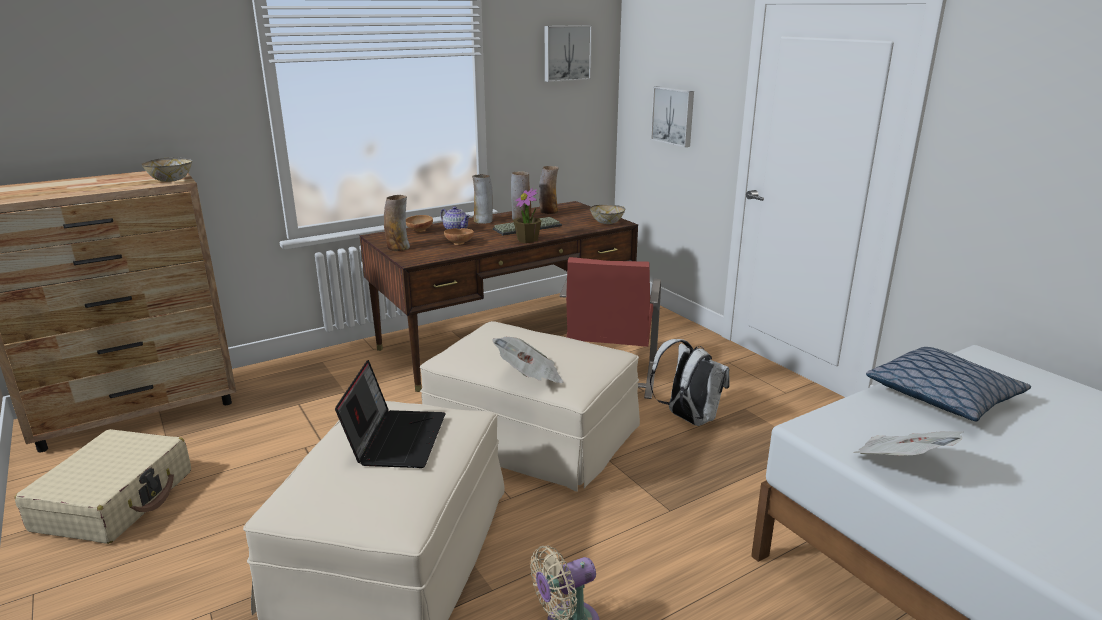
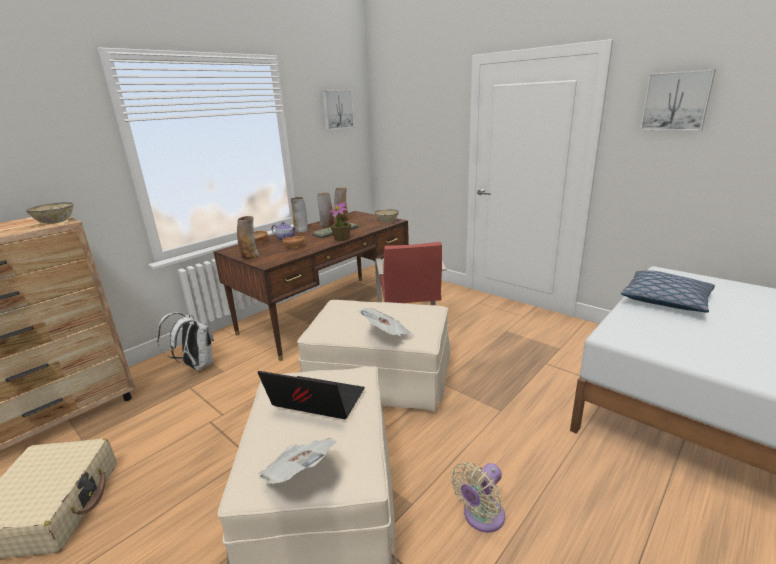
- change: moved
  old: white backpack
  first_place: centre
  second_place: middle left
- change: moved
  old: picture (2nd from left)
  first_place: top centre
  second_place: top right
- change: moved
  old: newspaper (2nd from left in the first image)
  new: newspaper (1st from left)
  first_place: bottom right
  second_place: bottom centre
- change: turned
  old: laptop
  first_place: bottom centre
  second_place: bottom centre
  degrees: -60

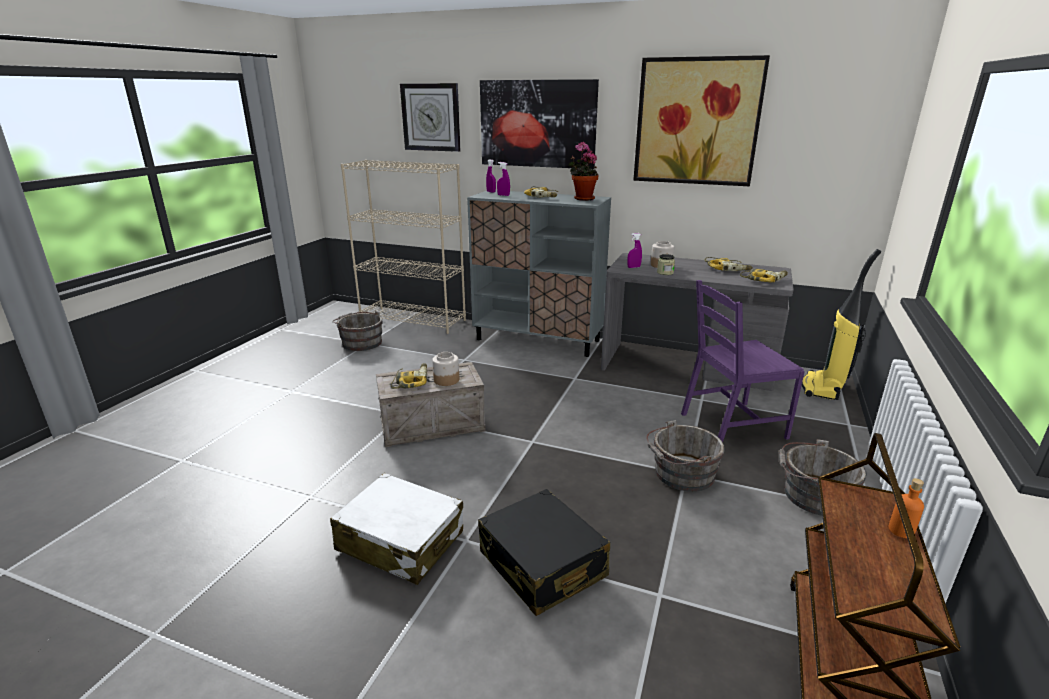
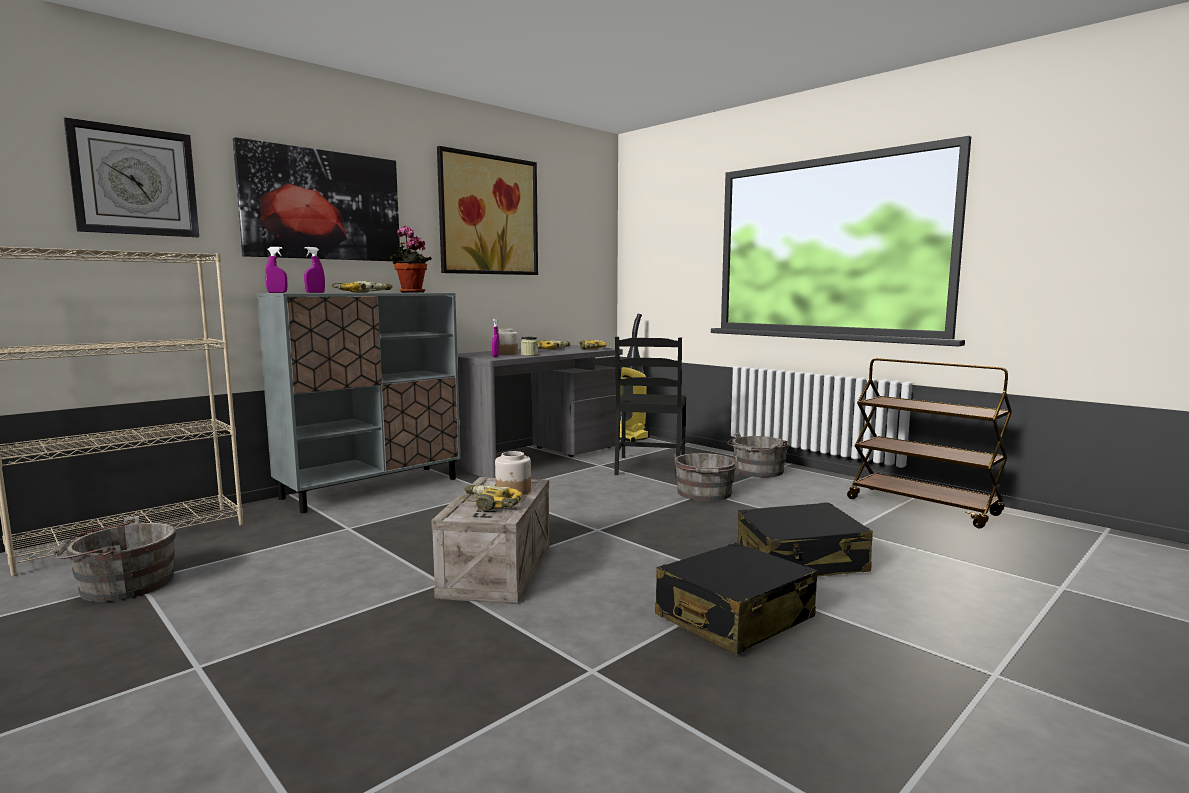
- change: removed
  old: orange bottle
  first_place: bottom right
- change: recoloured
  old: white suitcase
  new: black suitcase (1st from left)
  first_place: bottom centre
  second_place: bottom centre
- change: recoloured
  old: purple chair
  new: black chair
  first_place: middle right
  second_place: centre

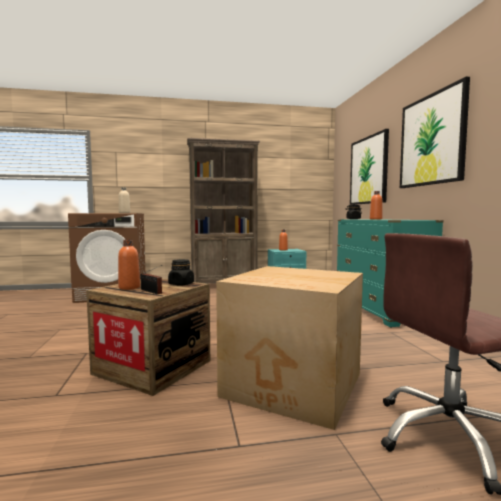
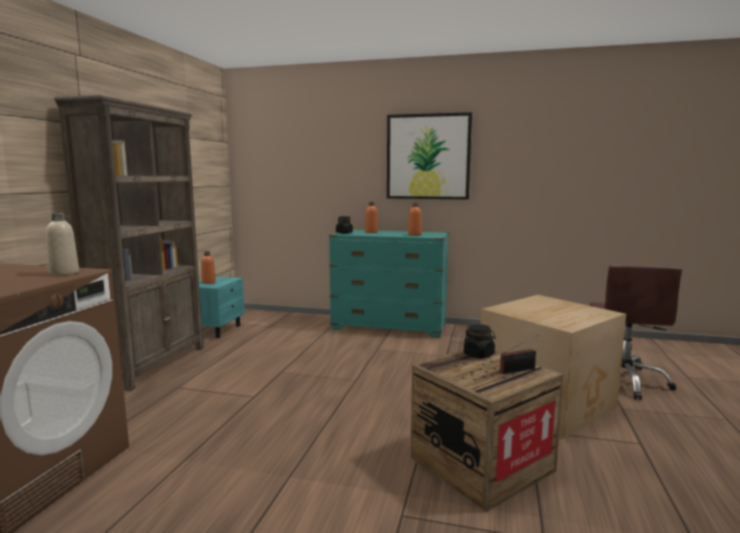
- change: removed
  old: picture (1st from left)
  first_place: middle right
- change: moved
  old: orange bottle (1st from left in the first image)
  new: orange bottle (3rd from left)
  first_place: middle left
  second_place: centre

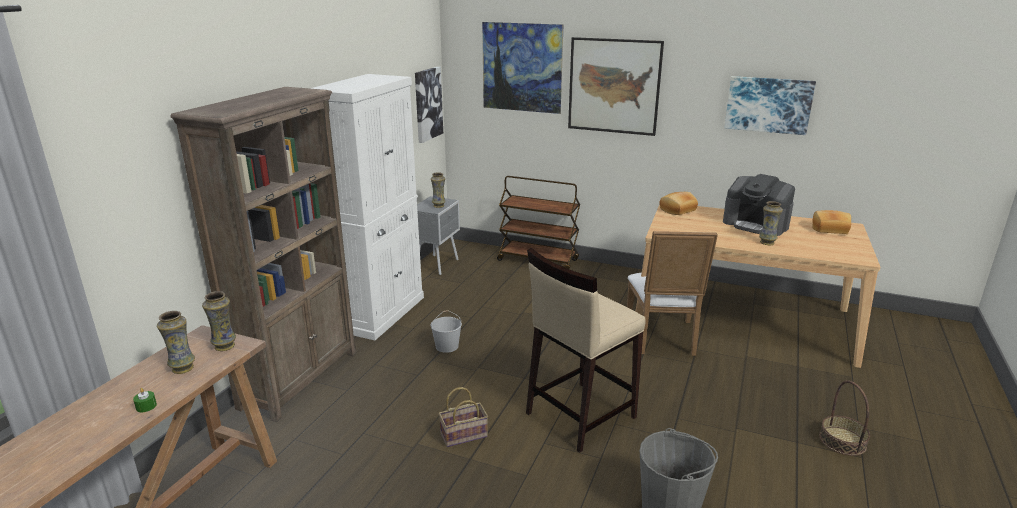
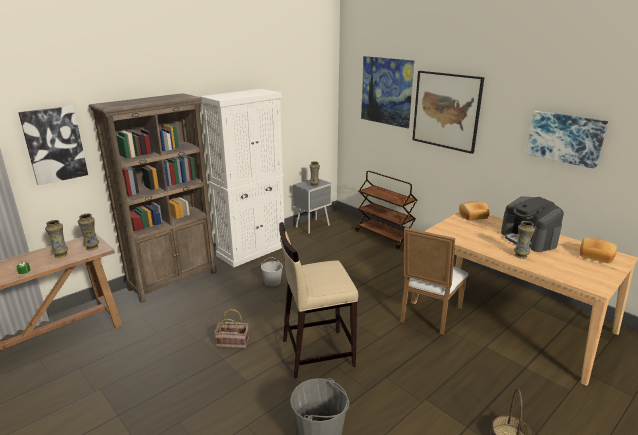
- change: moved
  old: picture (1st from left)
  first_place: top centre
  second_place: middle left

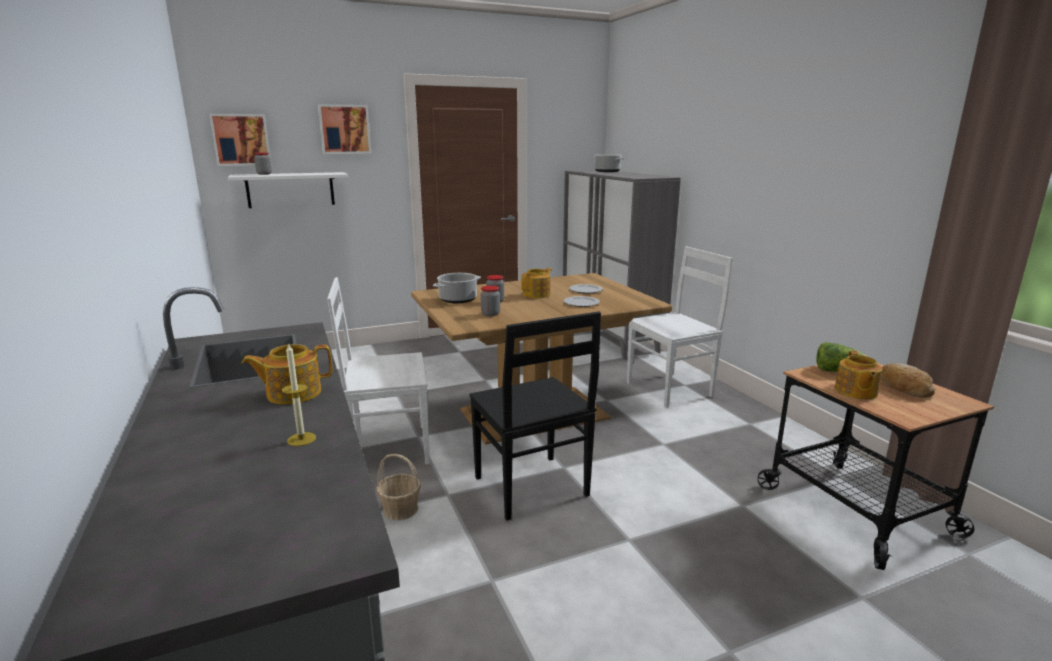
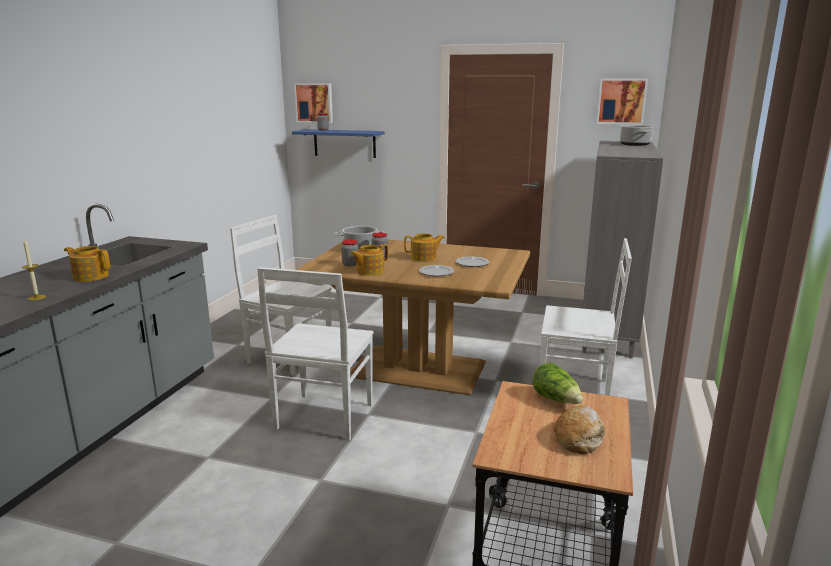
- change: removed
  old: basket
  first_place: bottom centre
- change: moved
  old: picture (2nd from left)
  first_place: top left
  second_place: top right
- change: moved
  old: teapot (3rd from left in the first image)
  new: teapot (2nd from left)
  first_place: middle right
  second_place: centre
- change: recoloured
  old: white shelf
  new: blue shelf
  first_place: top left
  second_place: top centre
- change: recoloured
  old: black chair
  new: white chair (2nd from left)
  first_place: centre
  second_place: centre

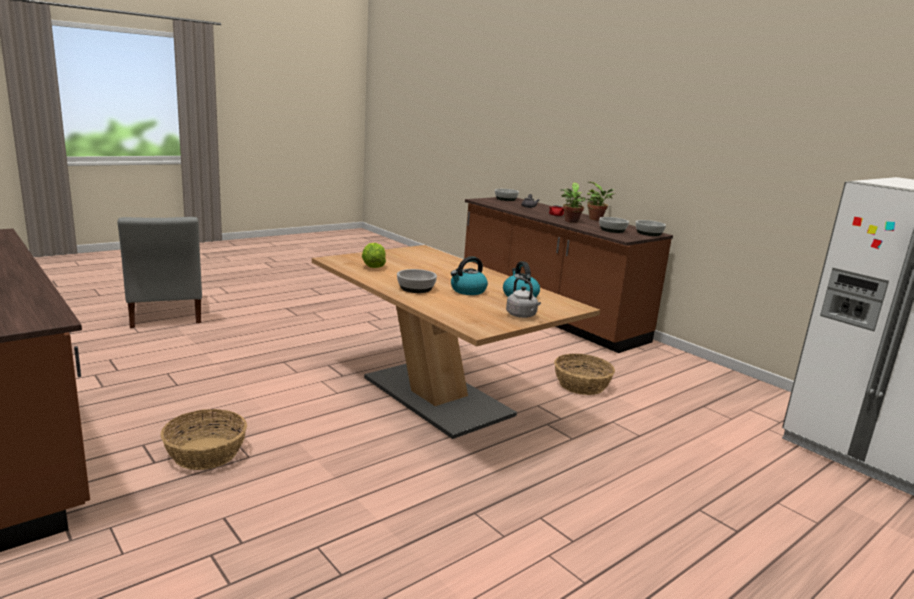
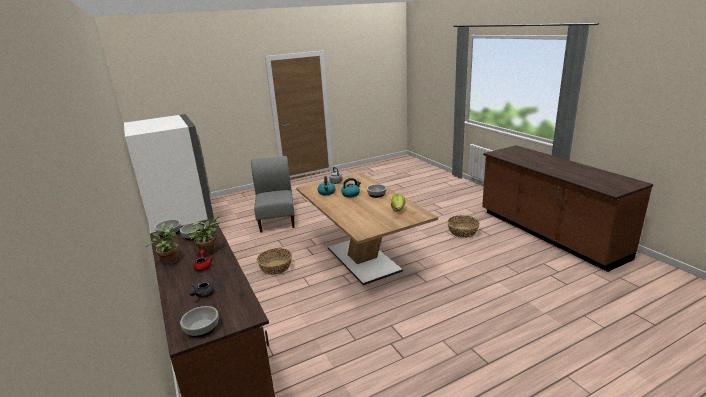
- change: moved
  old: grey chair
  first_place: middle left
  second_place: centre

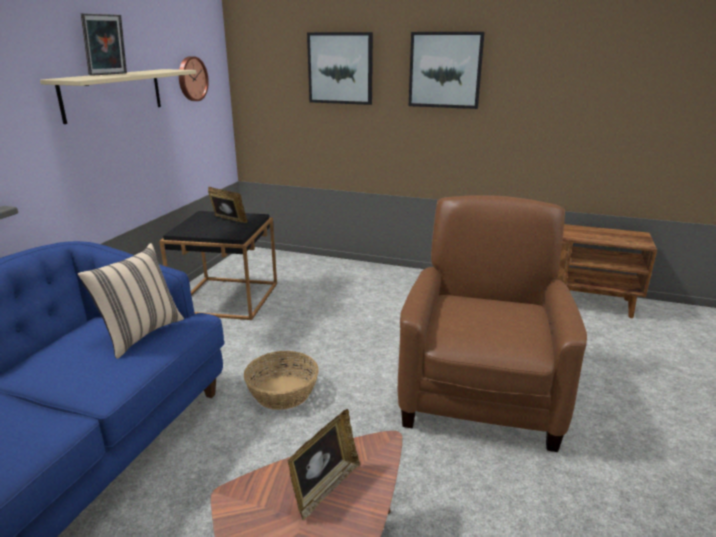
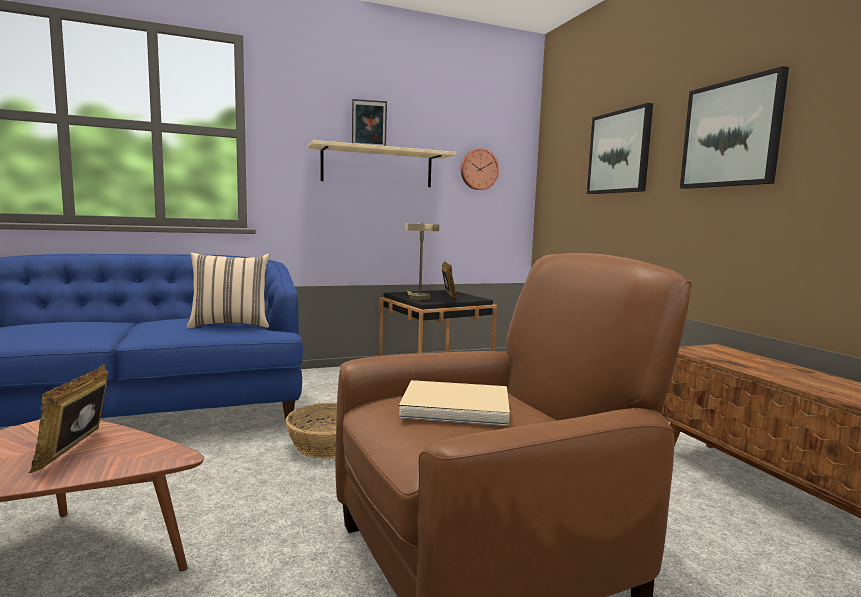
- change: added
  new: beige book
  second_place: bottom centre
- change: added
  new: beige table lamp
  second_place: centre
- change: turned
  old: picture frame (3rd from left in the first image)
  first_place: bottom centre
  second_place: bottom left
  degrees: 90

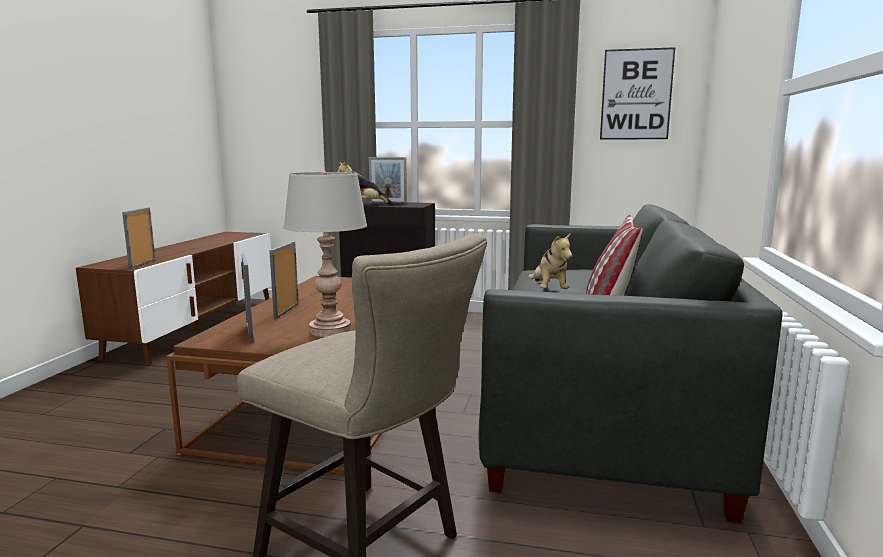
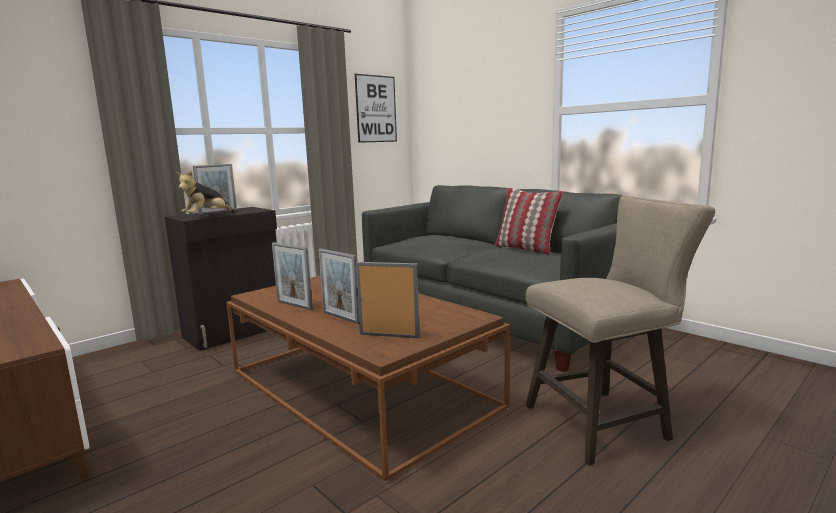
- change: removed
  old: grey table lamp
  first_place: centre
- change: removed
  old: plush toy (2nd from left)
  first_place: centre
- change: moved
  old: picture frame (1st from left in the first image)
  new: picture frame (2nd from left)
  first_place: middle left
  second_place: centre

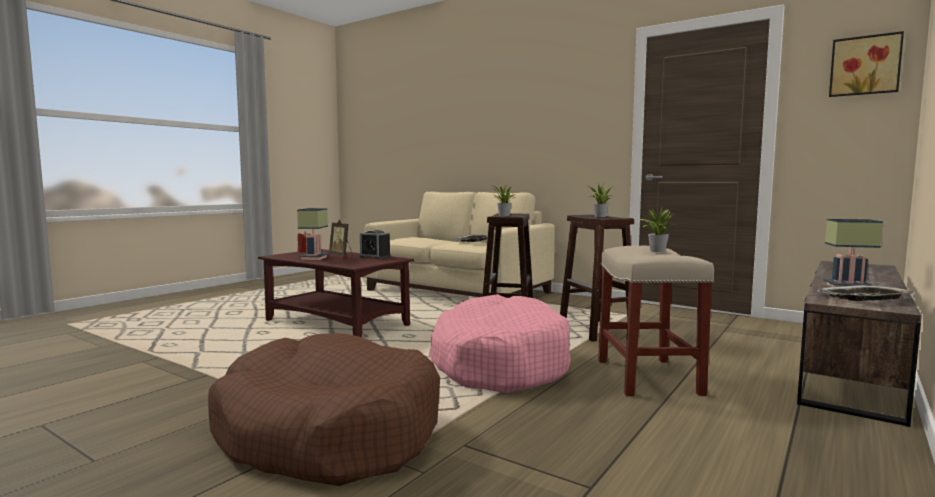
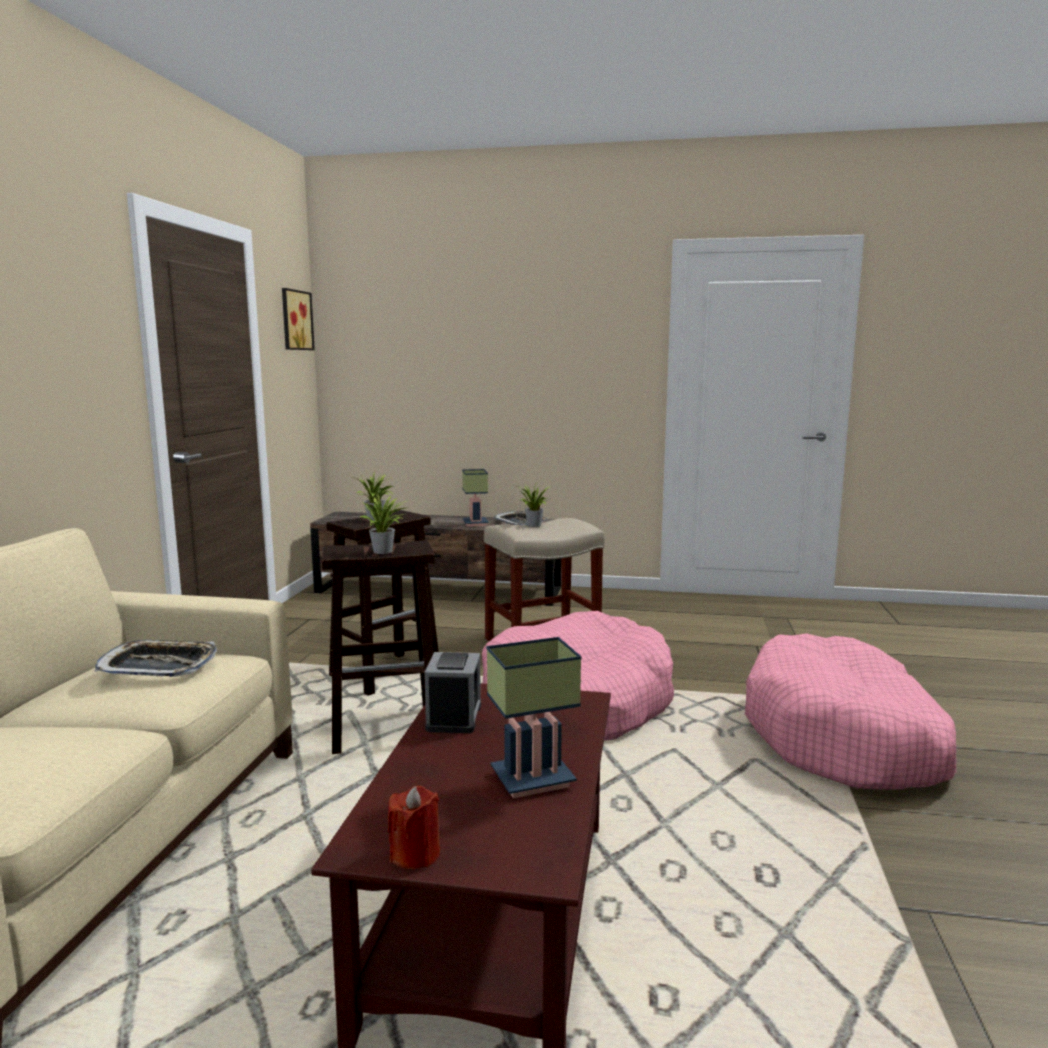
- change: removed
  old: picture frame
  first_place: centre
- change: recoloured
  old: brown dog bed
  new: pink dog bed (2nd from left)
  first_place: bottom centre
  second_place: bottom right

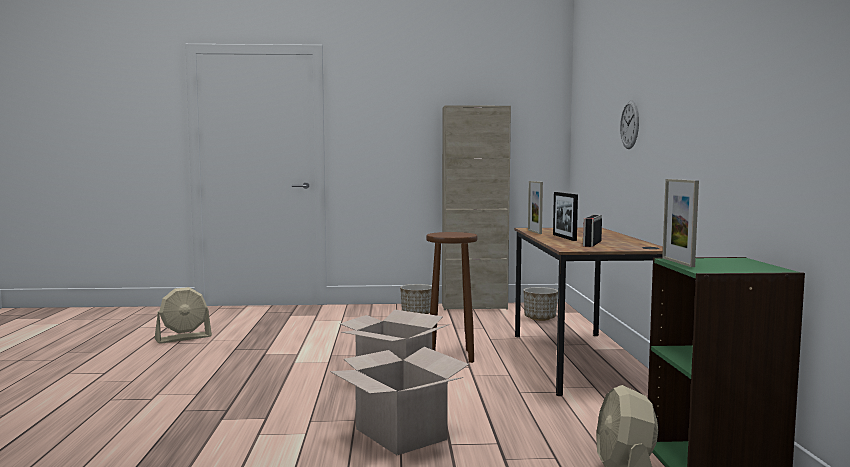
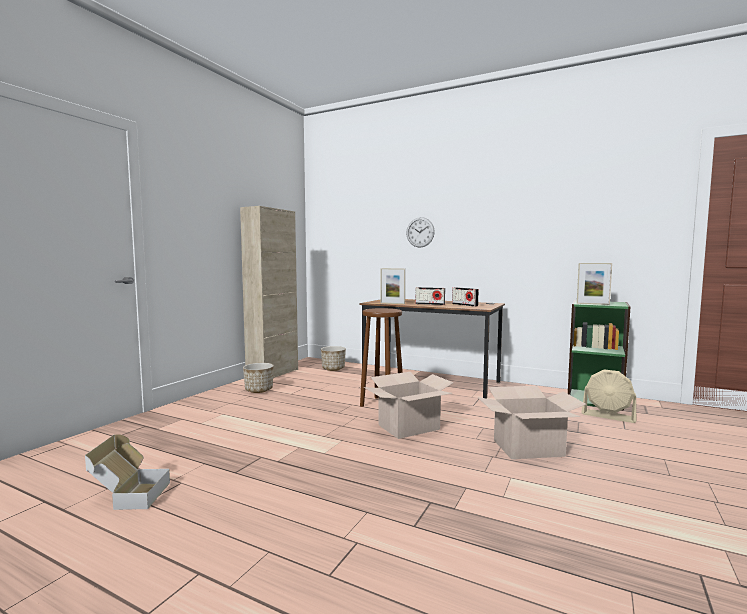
- change: replaced
  old: beige fan (1st from left)
  new: cardboard box (1st from left)
  first_place: bottom left
  second_place: bottom left
- change: replaced
  old: picture frame (2nd from left)
  new: radio (1st from left)
  first_place: centre
  second_place: centre

